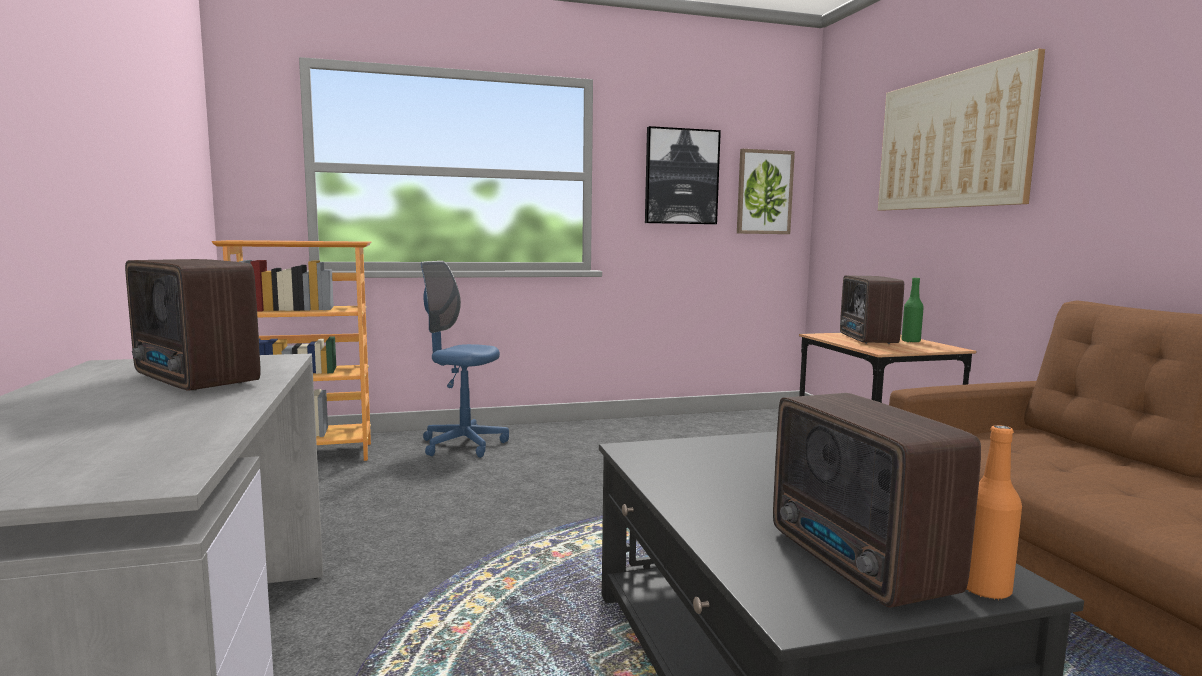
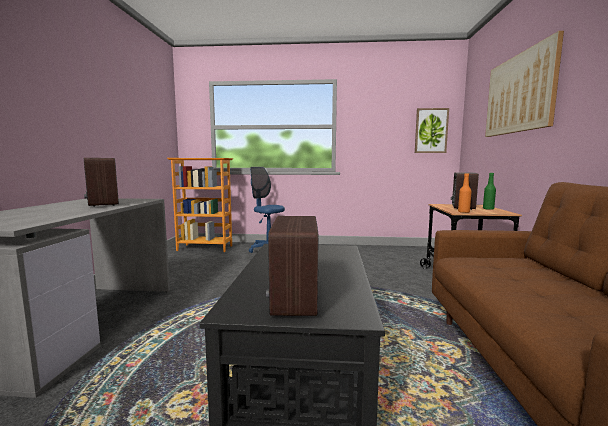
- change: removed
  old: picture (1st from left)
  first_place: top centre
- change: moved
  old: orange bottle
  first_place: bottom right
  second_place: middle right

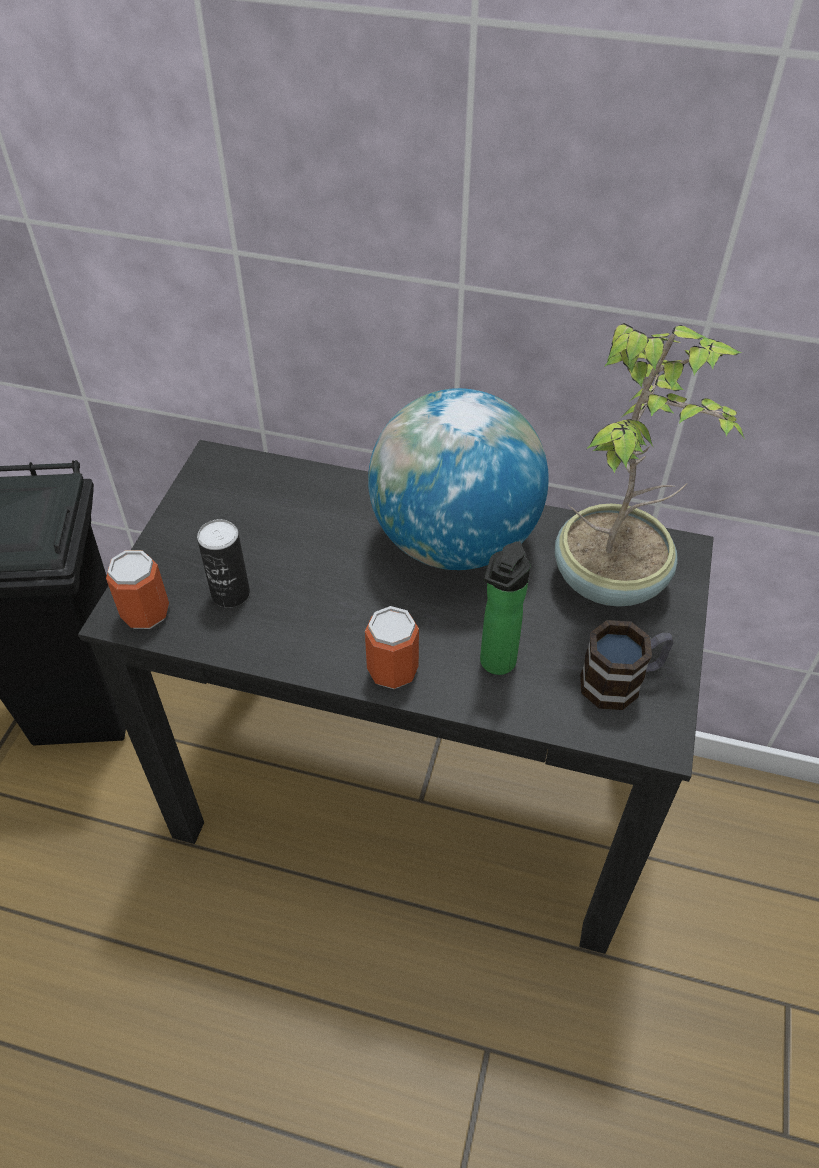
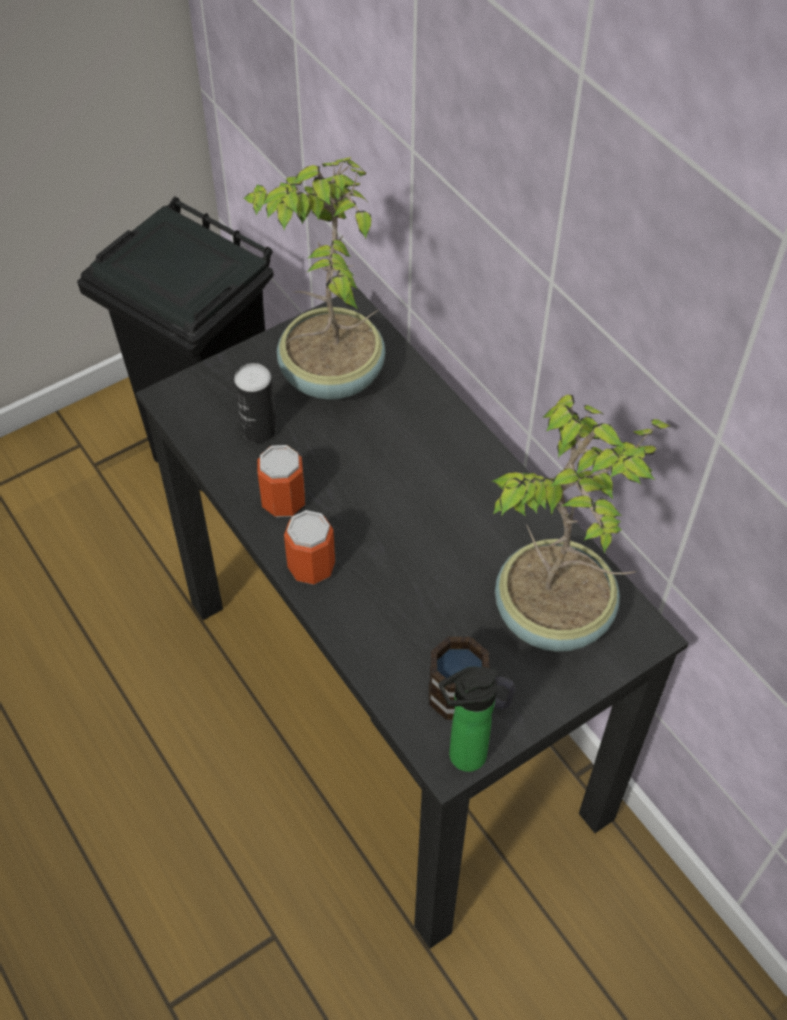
- change: removed
  old: globe
  first_place: centre
- change: added
  new: potted plant (1st from left)
  second_place: top centre
- change: moved
  old: can (1st from left in the first image)
  new: can (2nd from left)
  first_place: middle left
  second_place: centre
- change: moved
  old: bottle
  first_place: centre
  second_place: bottom centre

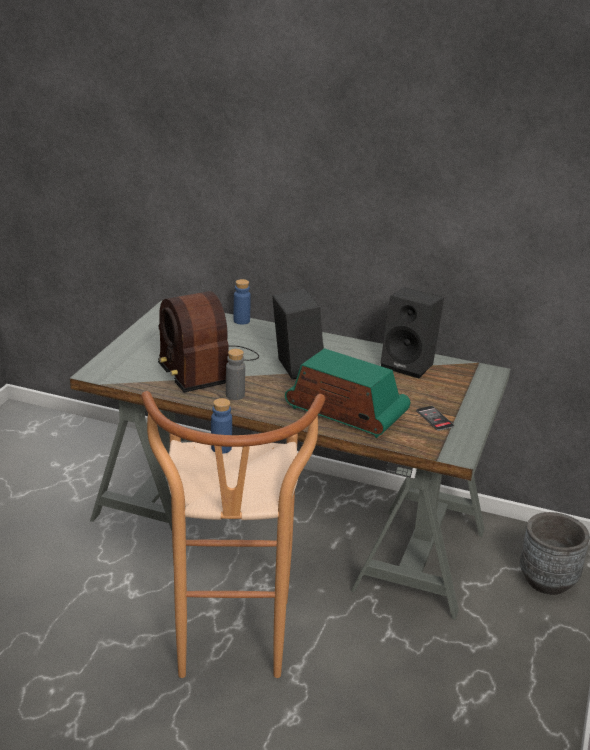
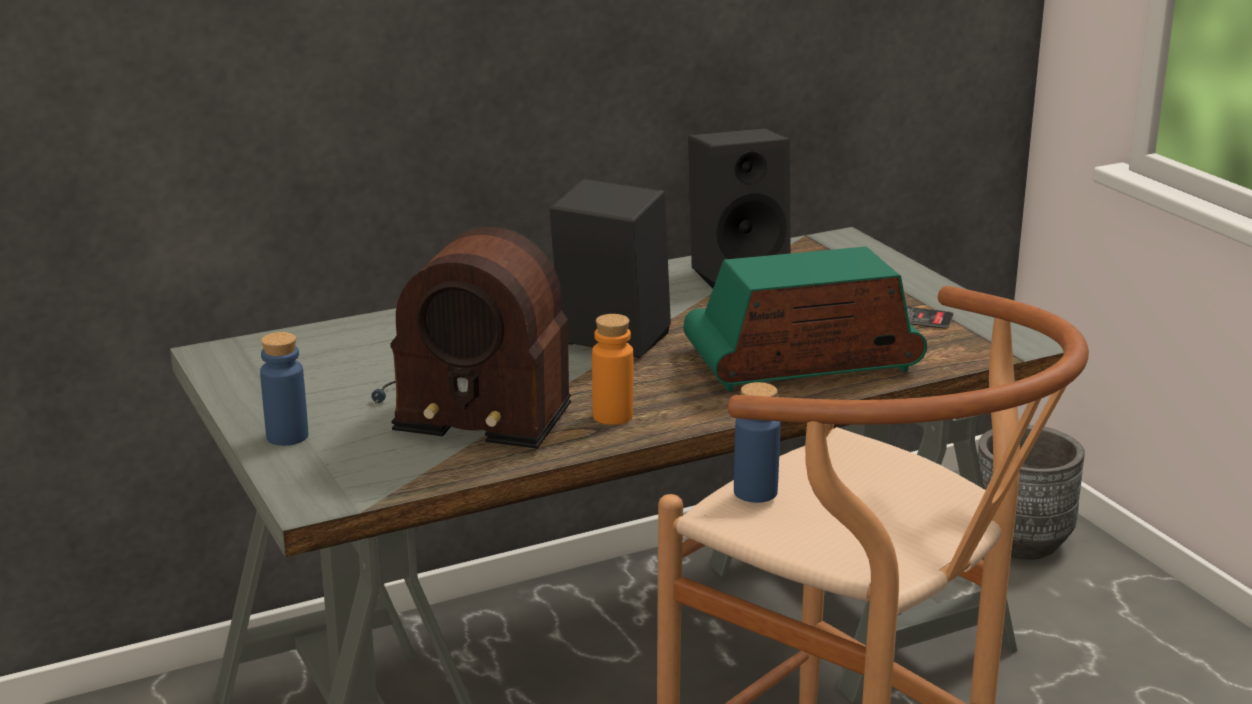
- change: moved
  old: blue bottle (2nd from left in the first image)
  new: blue bottle (1st from left)
  first_place: centre
  second_place: middle left
- change: recoloured
  old: grey bottle
  new: orange bottle
  first_place: centre
  second_place: centre

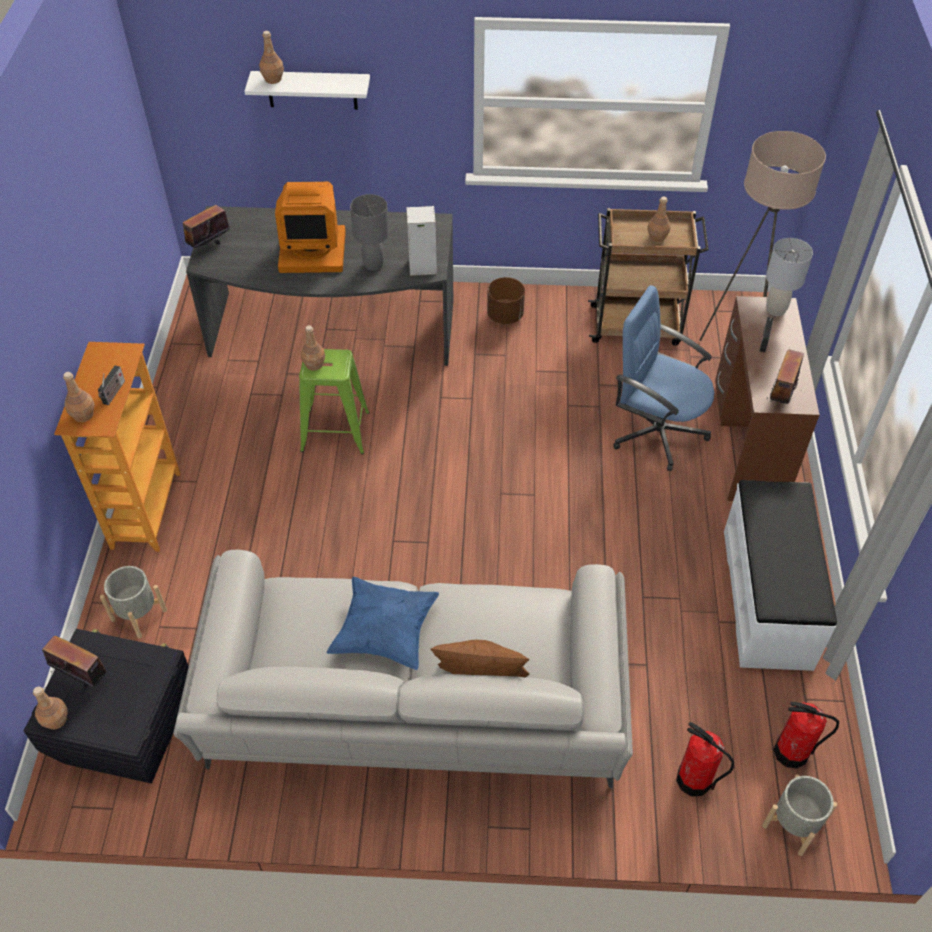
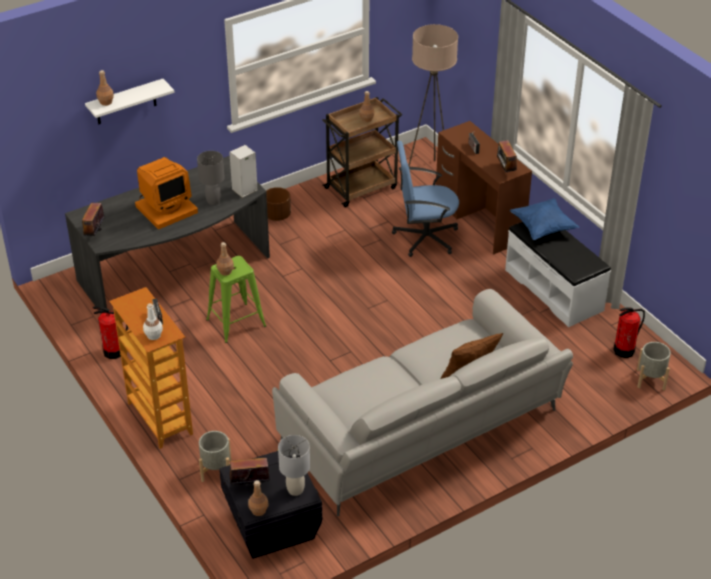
- change: moved
  old: blue pillow
  first_place: bottom centre
  second_place: middle right
- change: moved
  old: fire extinguisher (1st from left)
  first_place: bottom right
  second_place: middle left
- change: moved
  old: grey table lamp (2nd from left)
  first_place: top right
  second_place: bottom centre
- change: recoloured
  old: brown bottle (2nd from left)
  new: white bottle
  first_place: middle left
  second_place: middle left

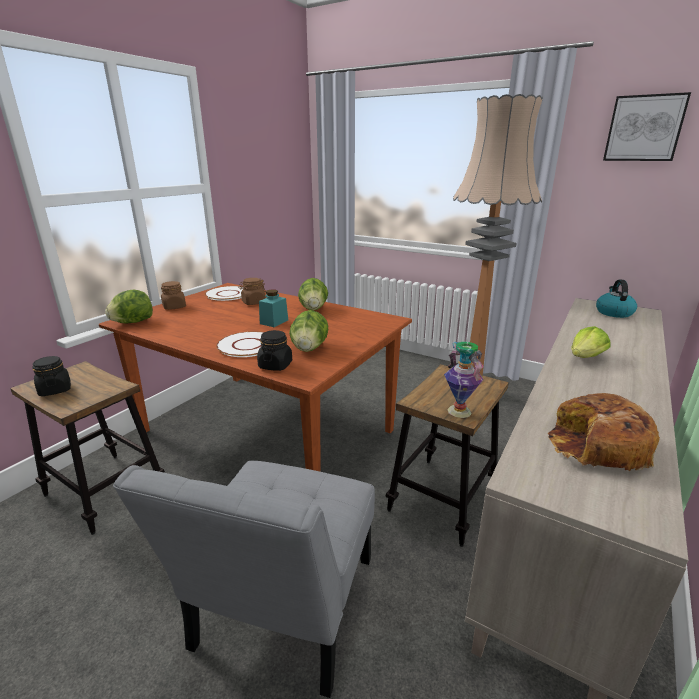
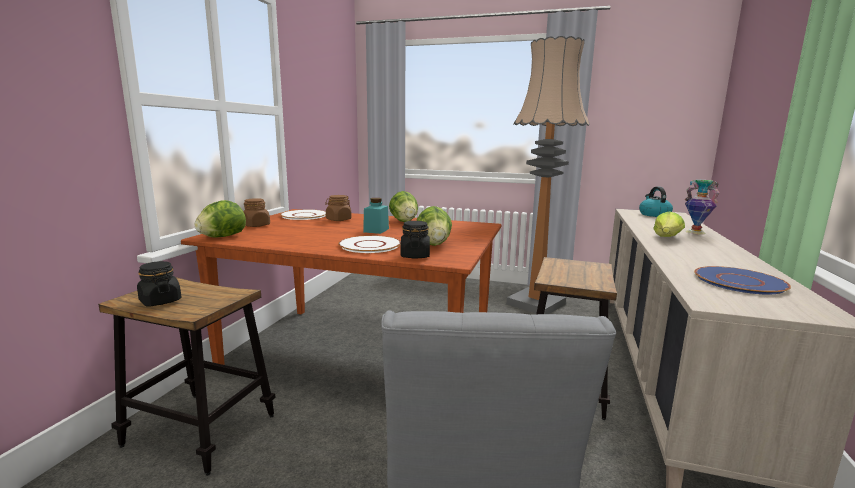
- change: removed
  old: picture
  first_place: top right
- change: moved
  old: vase
  first_place: centre
  second_place: middle right
- change: replaced
  old: bread
  new: blue plate
  first_place: middle right
  second_place: middle right

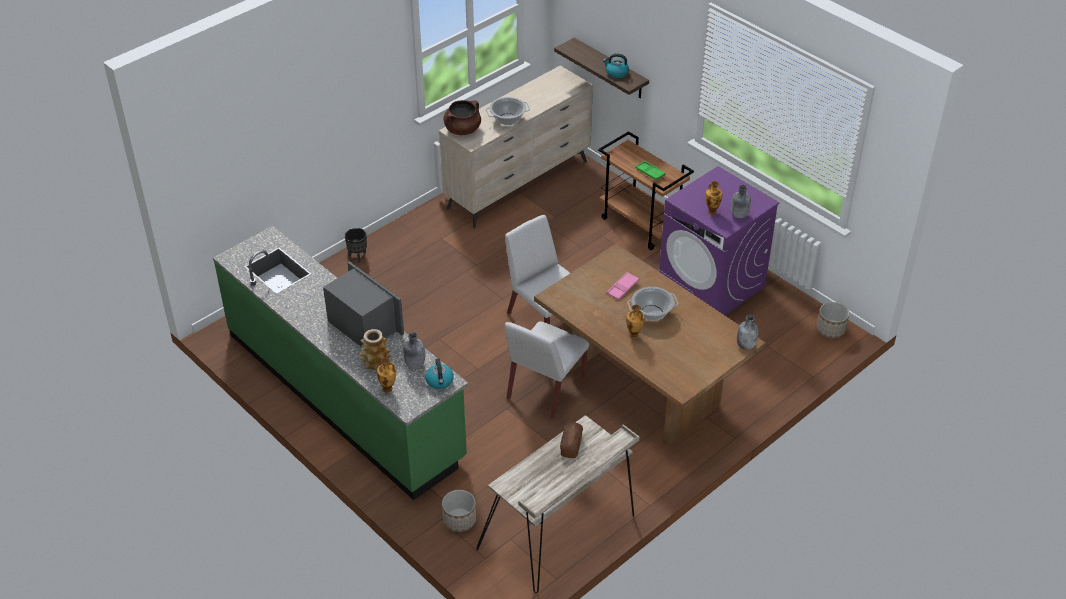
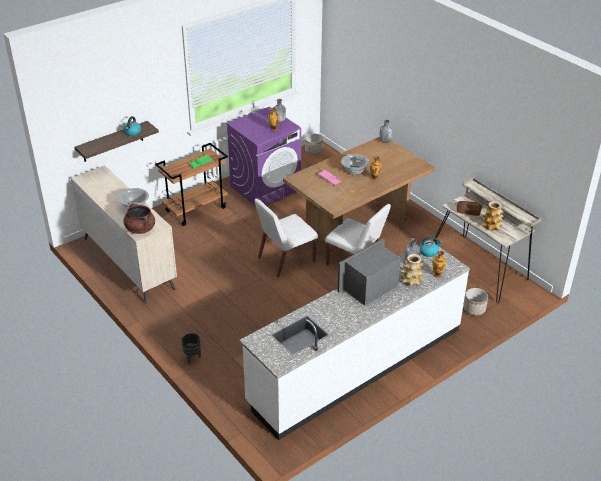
- change: added
  new: vase (5th from left)
  second_place: middle right
- change: recoloured
  old: green counter
  new: white counter
  first_place: middle left
  second_place: bottom centre

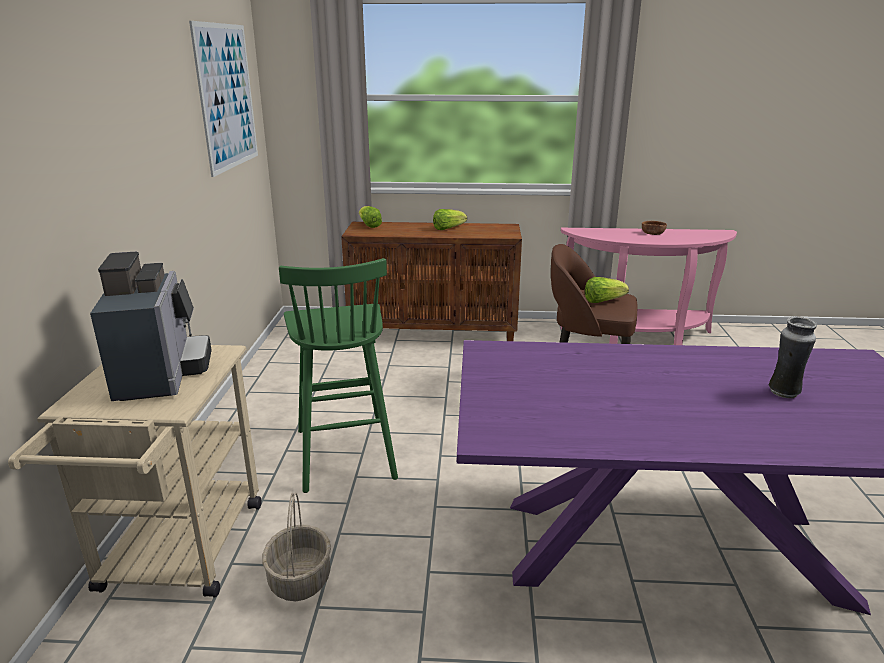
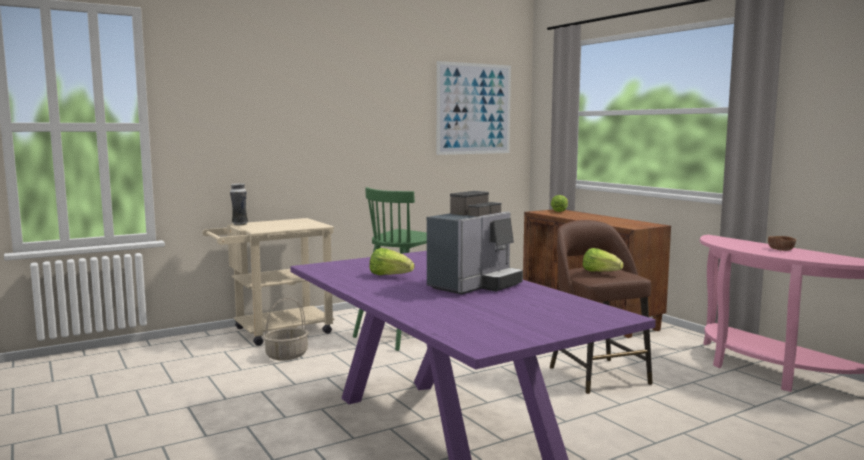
- change: moved
  old: coffee machine
  first_place: middle left
  second_place: centre
- change: moved
  old: lettuce (2nd from left in the first image)
  new: lettuce (1st from left)
  first_place: top centre
  second_place: centre
- change: moved
  old: vase
  first_place: middle right
  second_place: middle left

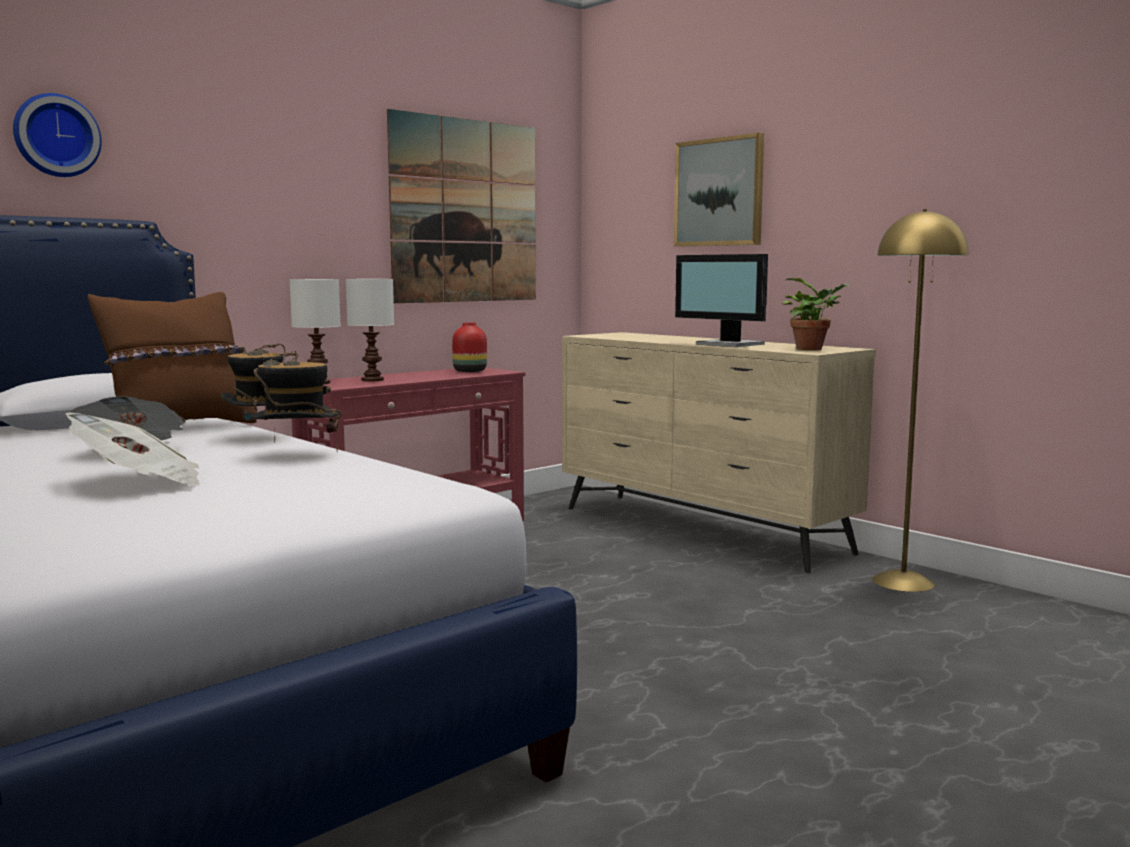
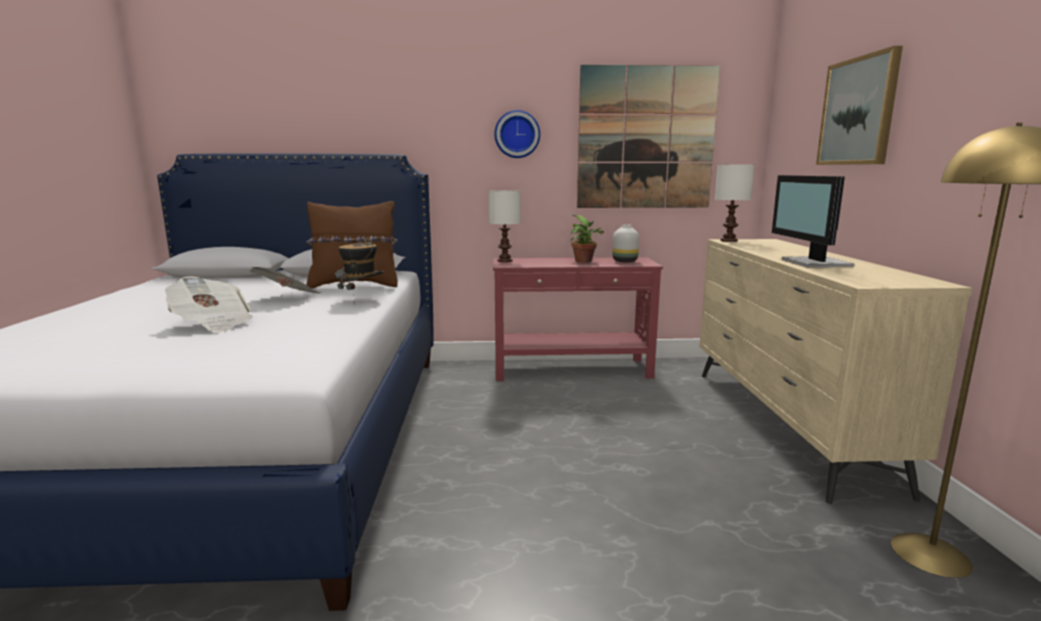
- change: removed
  old: hat (2nd from left)
  first_place: middle left
- change: moved
  old: wall clock
  first_place: top left
  second_place: top centre
- change: moved
  old: white table lamp (2nd from left)
  first_place: middle left
  second_place: top right
- change: moved
  old: potted plant
  first_place: middle right
  second_place: centre
- change: recoloured
  old: red vase
  new: white vase
  first_place: centre
  second_place: centre

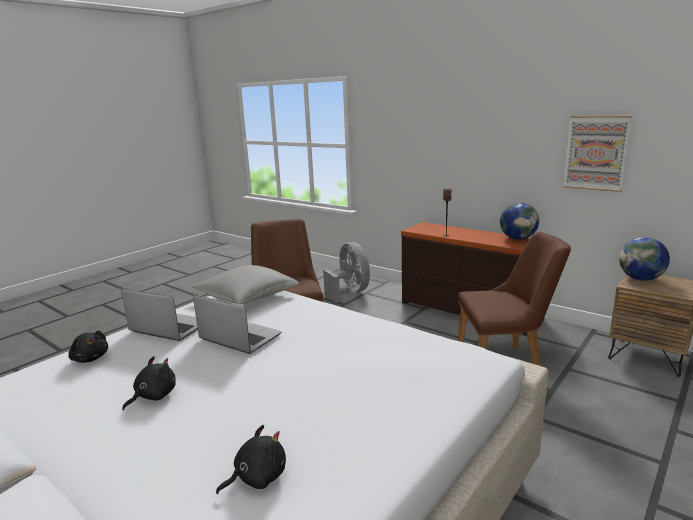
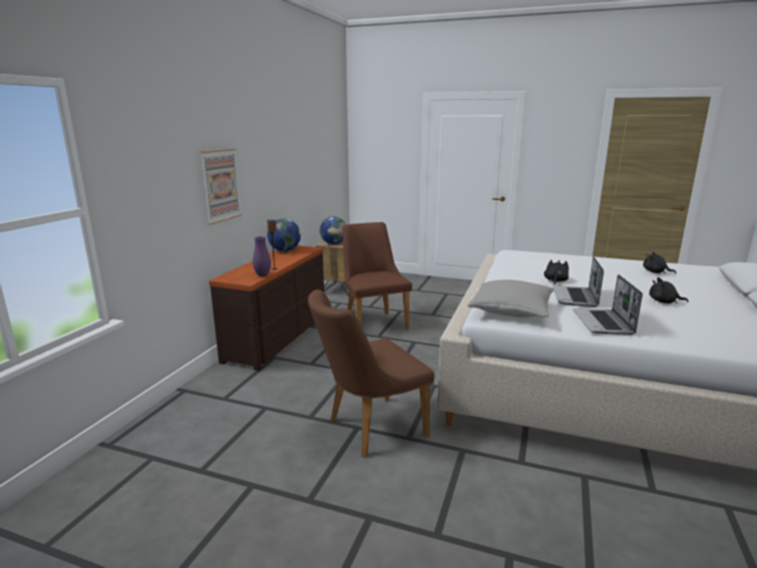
- change: removed
  old: grey fan
  first_place: centre
- change: added
  new: purple vase
  second_place: centre
- change: moved
  old: black plush toy (1st from left)
  first_place: bottom left
  second_place: middle right
- change: moved
  old: picture
  first_place: top right
  second_place: top left

